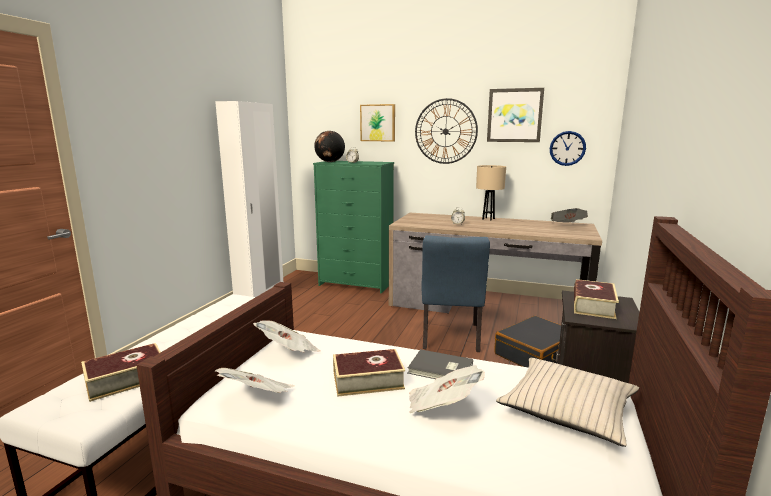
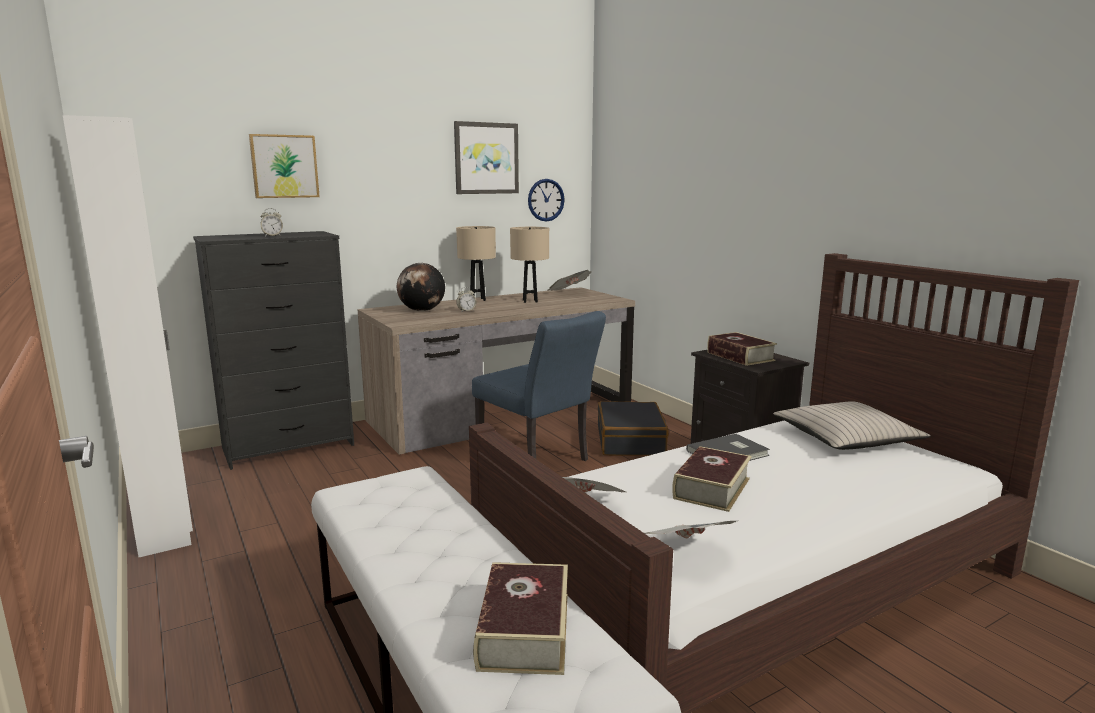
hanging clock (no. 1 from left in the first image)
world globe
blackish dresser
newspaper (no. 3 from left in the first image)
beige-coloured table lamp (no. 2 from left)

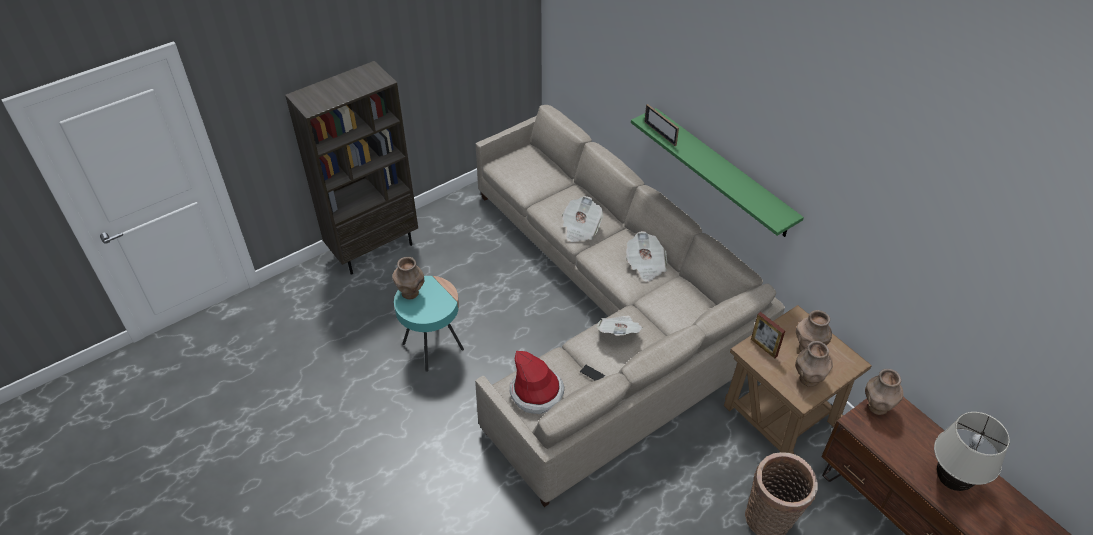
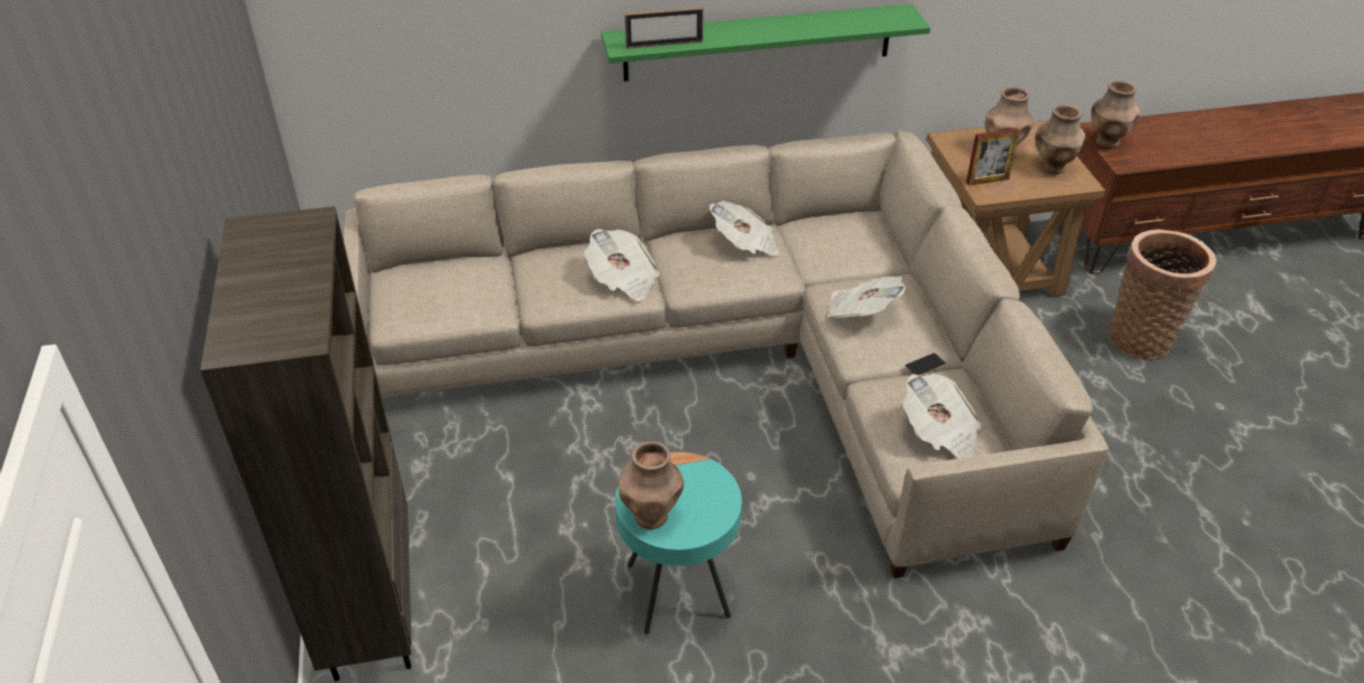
newspaper (no. 4 from left)
beige-coloured table lamp

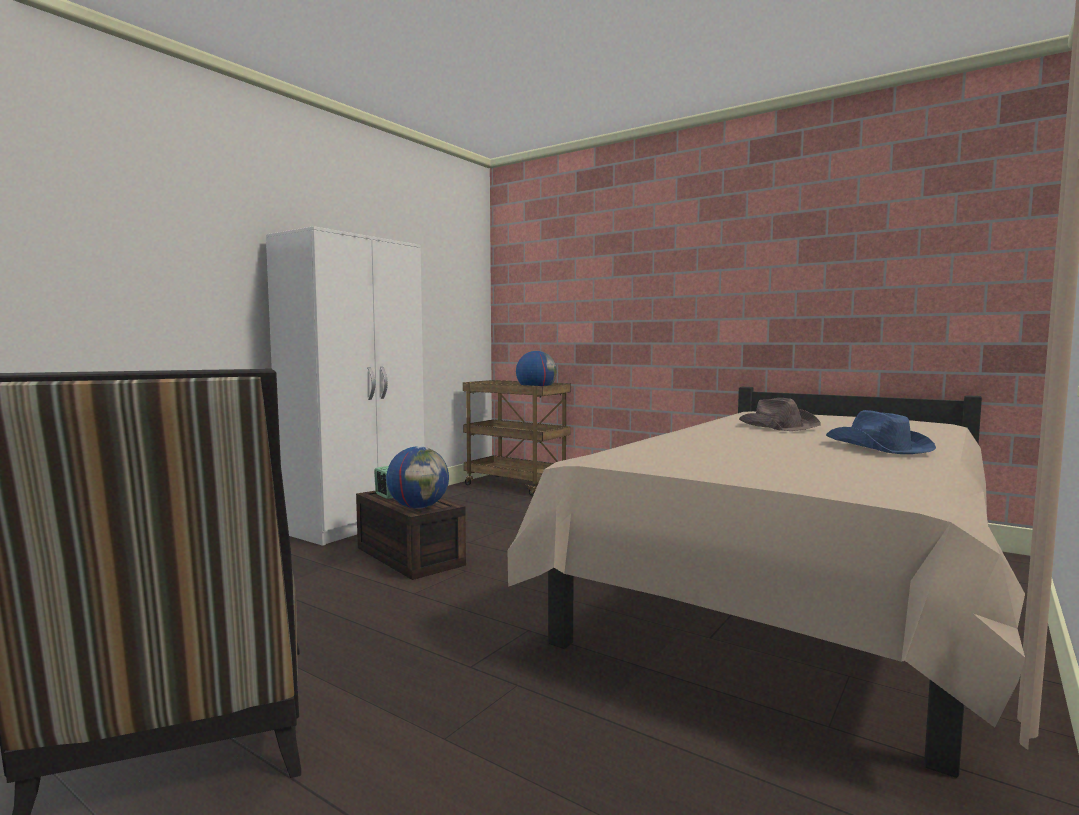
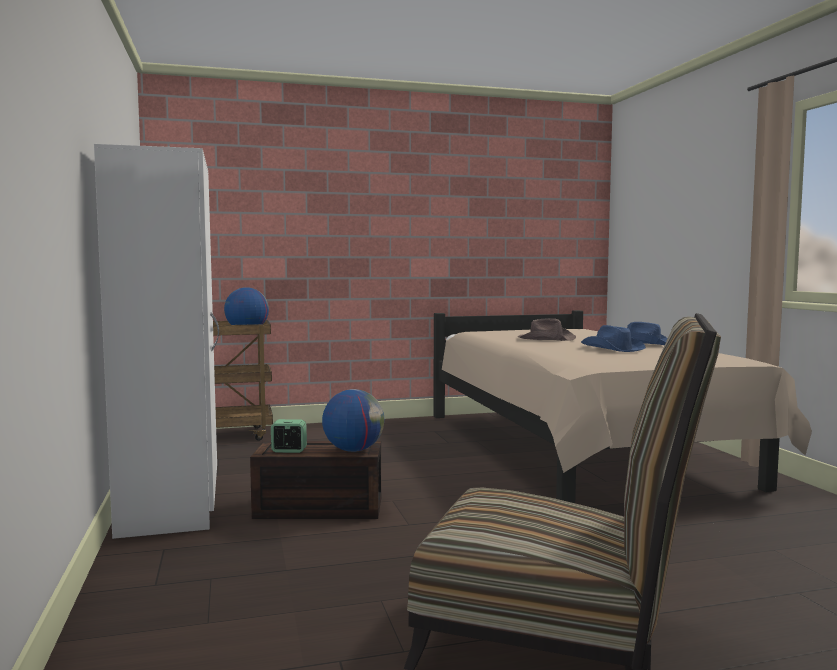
blue hat (no. 1 from left)

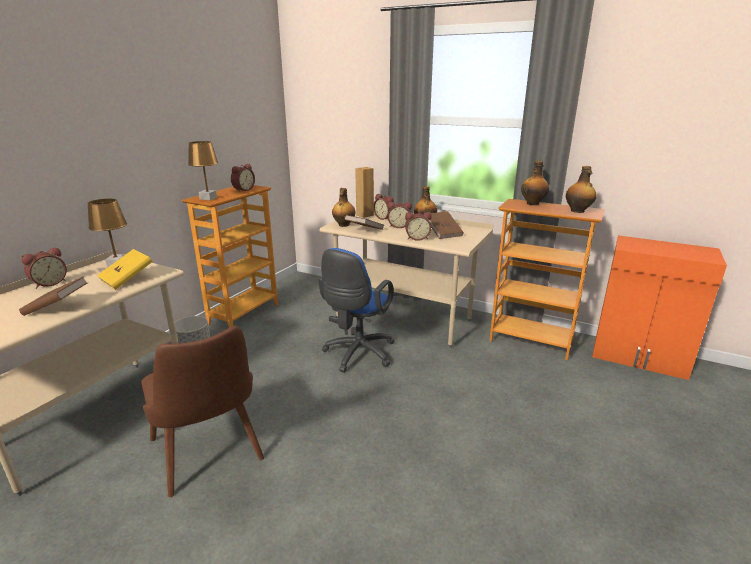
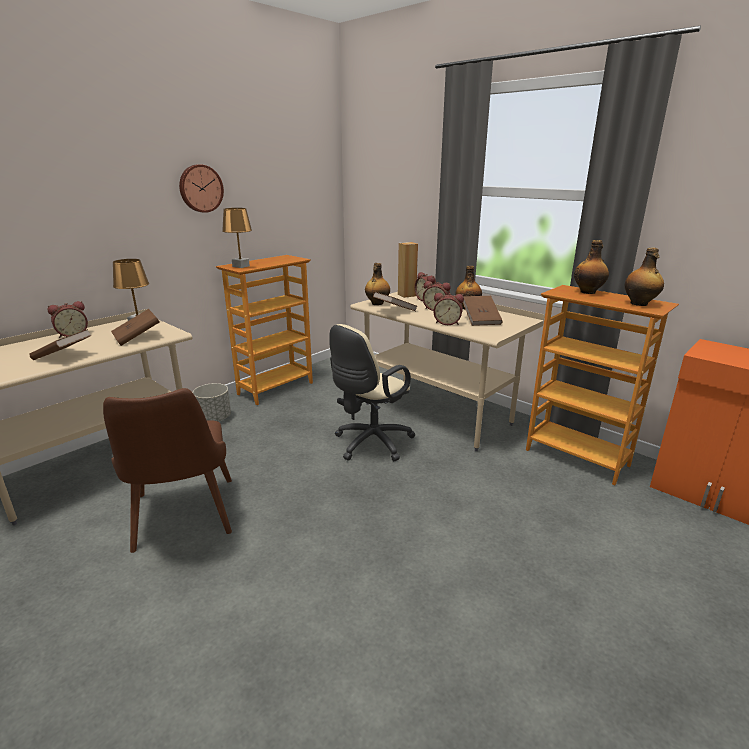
bedside clock (no. 2 from left in the first image)
beige-coloured desk chair
brown volume (no. 2 from left)
hanging clock

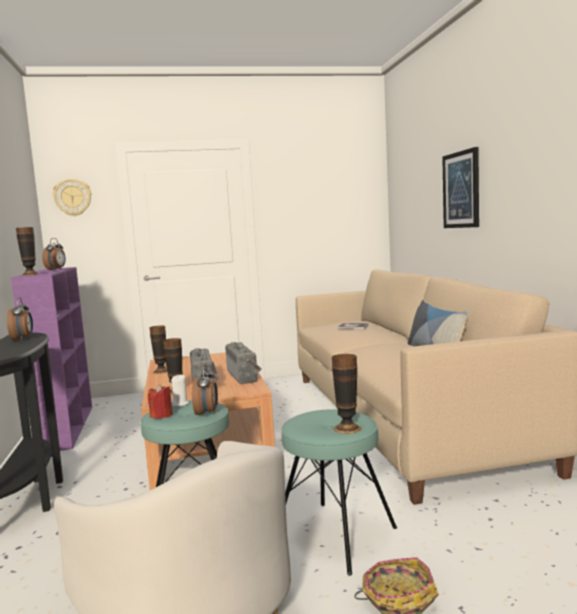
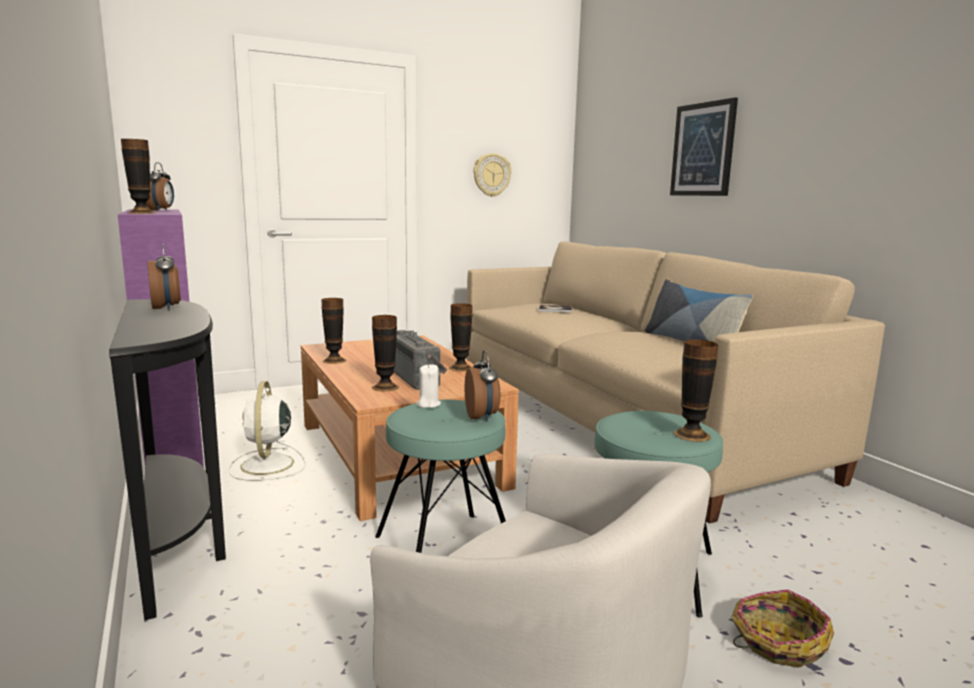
hanging clock
decorative vase (no. 4 from left)
red-coloured wax light
whitish electric fan

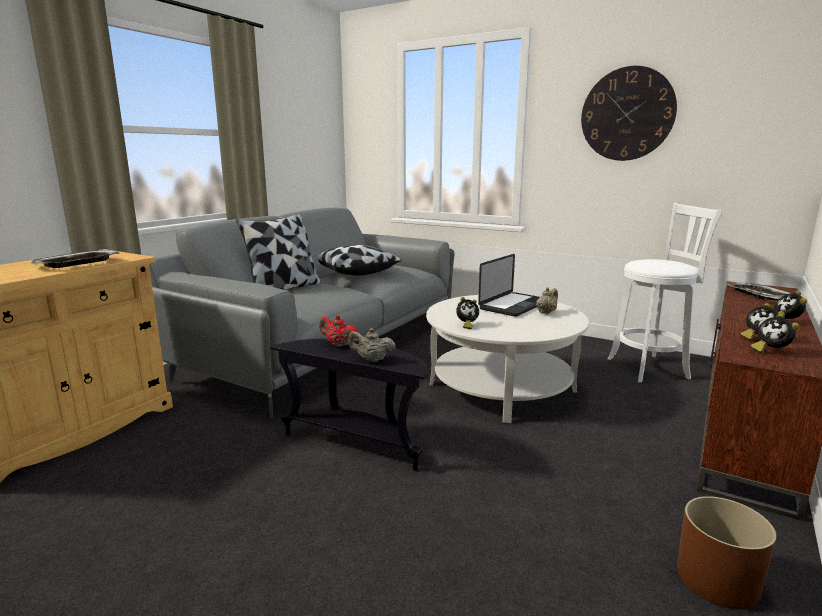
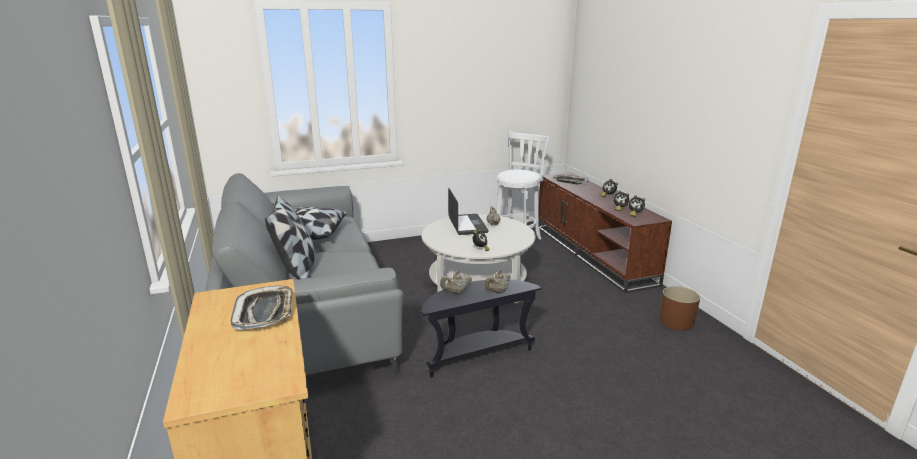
hanging clock
beige-coloured tea pot (no. 1 from left)

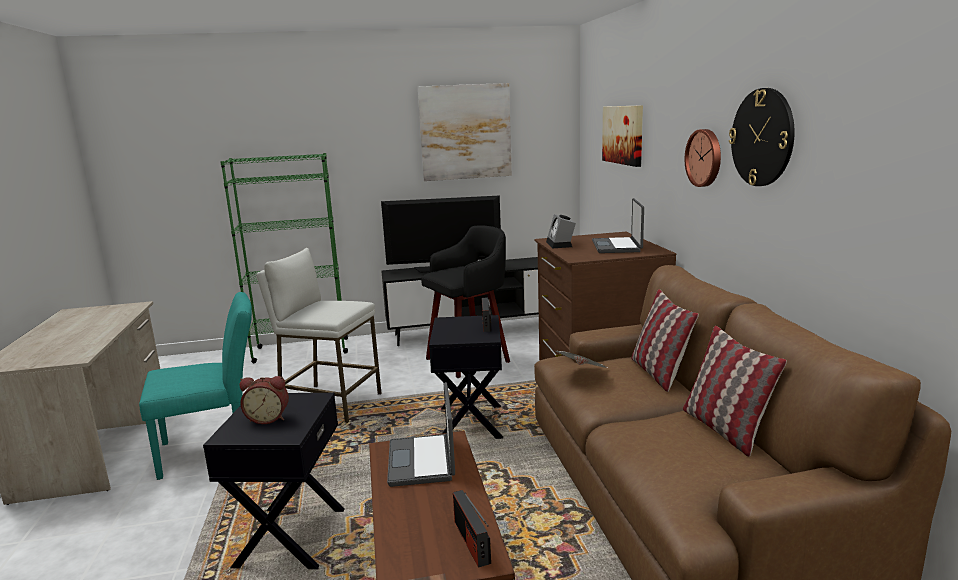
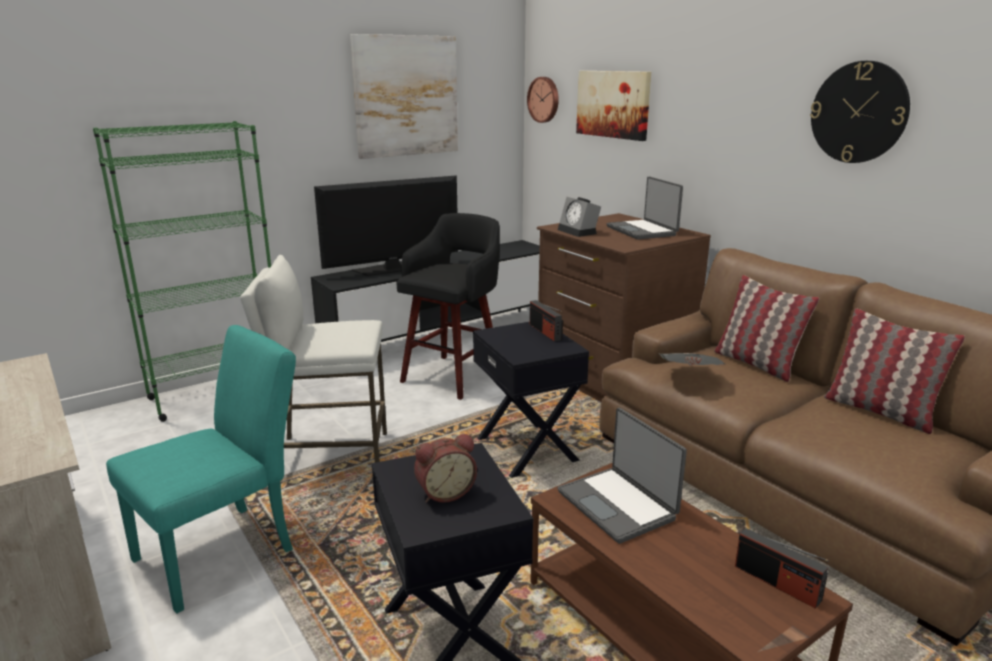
hanging clock (no. 1 from left)

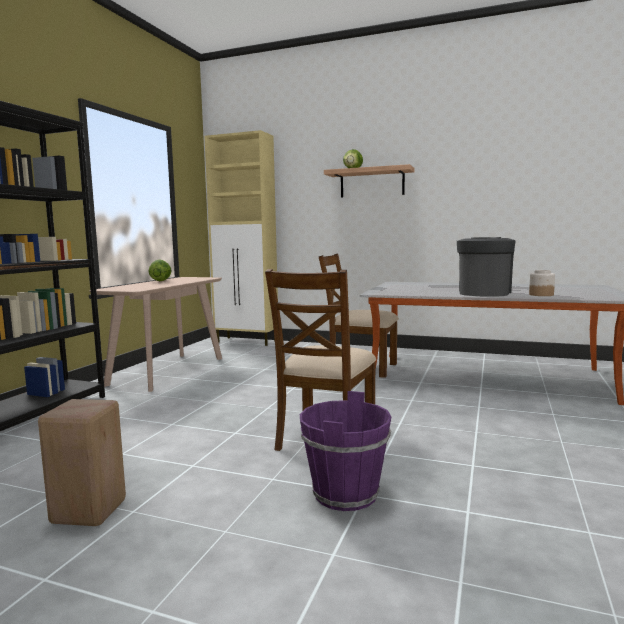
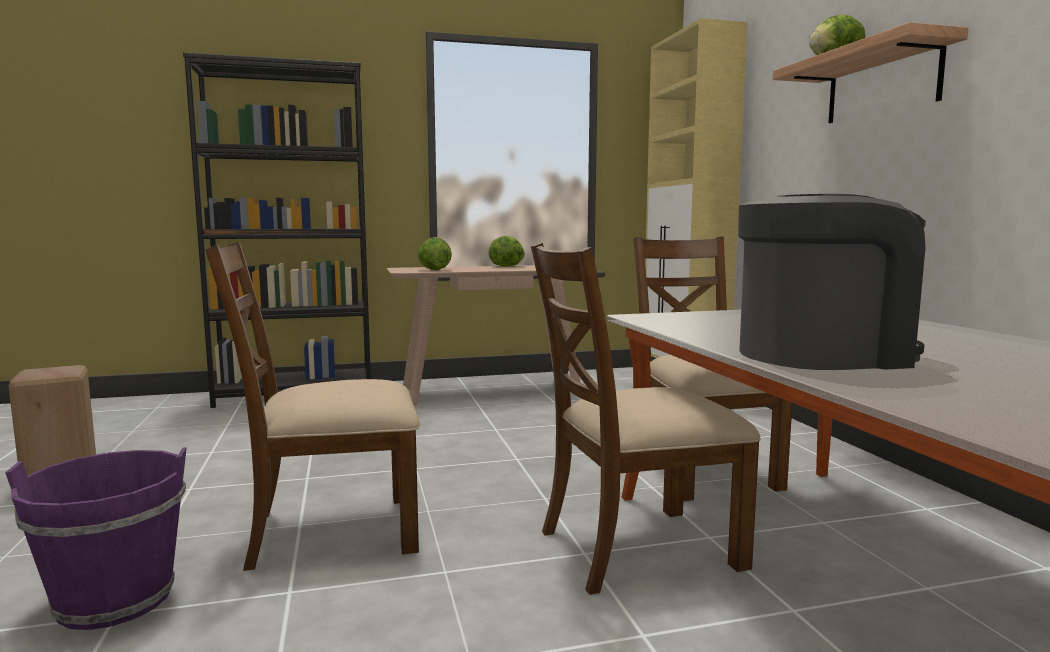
storage jar
lettuce (no. 1 from left)
brown upright chair (no. 2 from left)

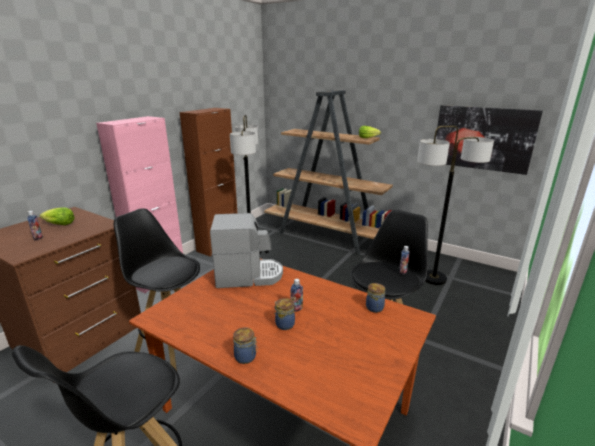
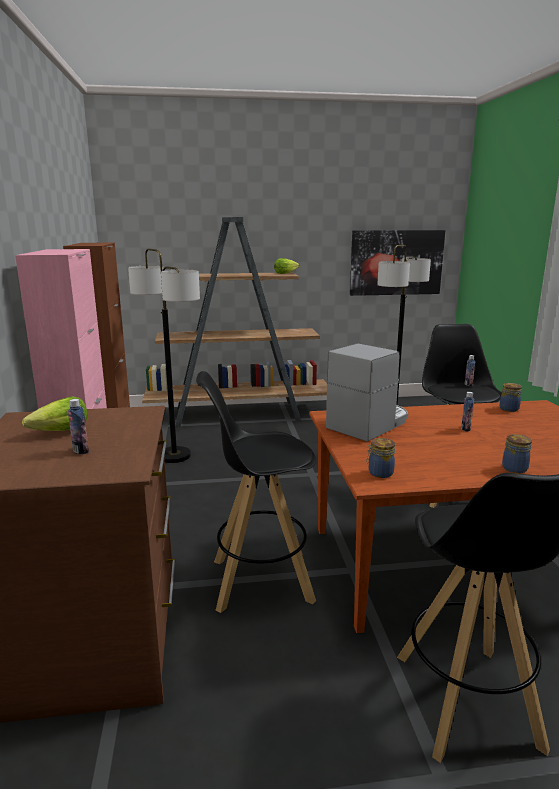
storage jar (no. 1 from left)

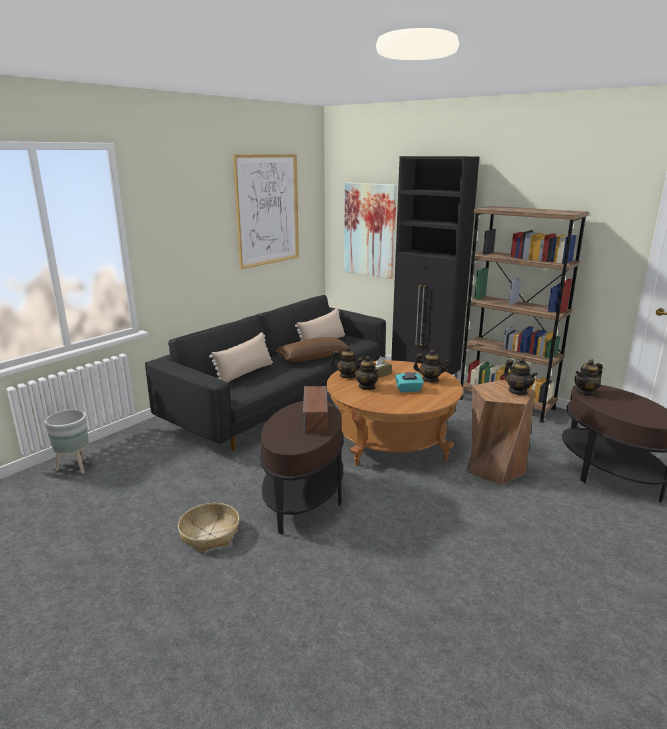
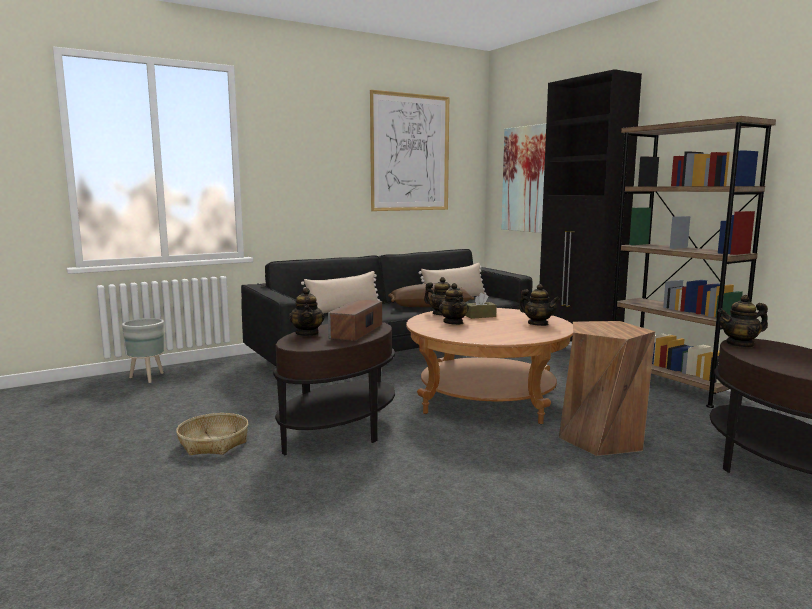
tea pot (no. 1 from left)
blue-green tissue box

